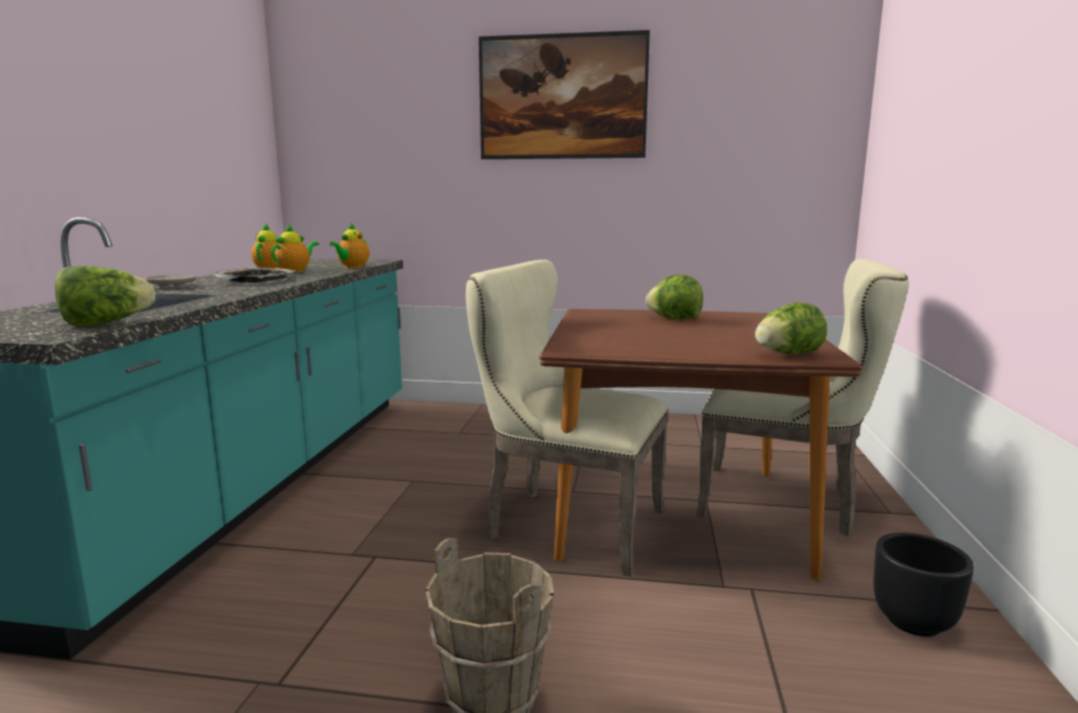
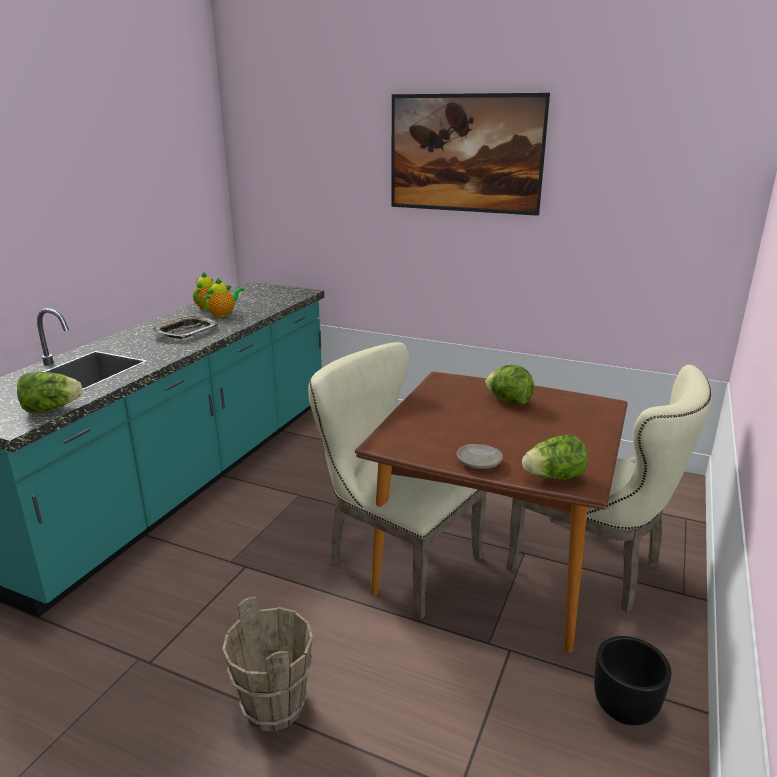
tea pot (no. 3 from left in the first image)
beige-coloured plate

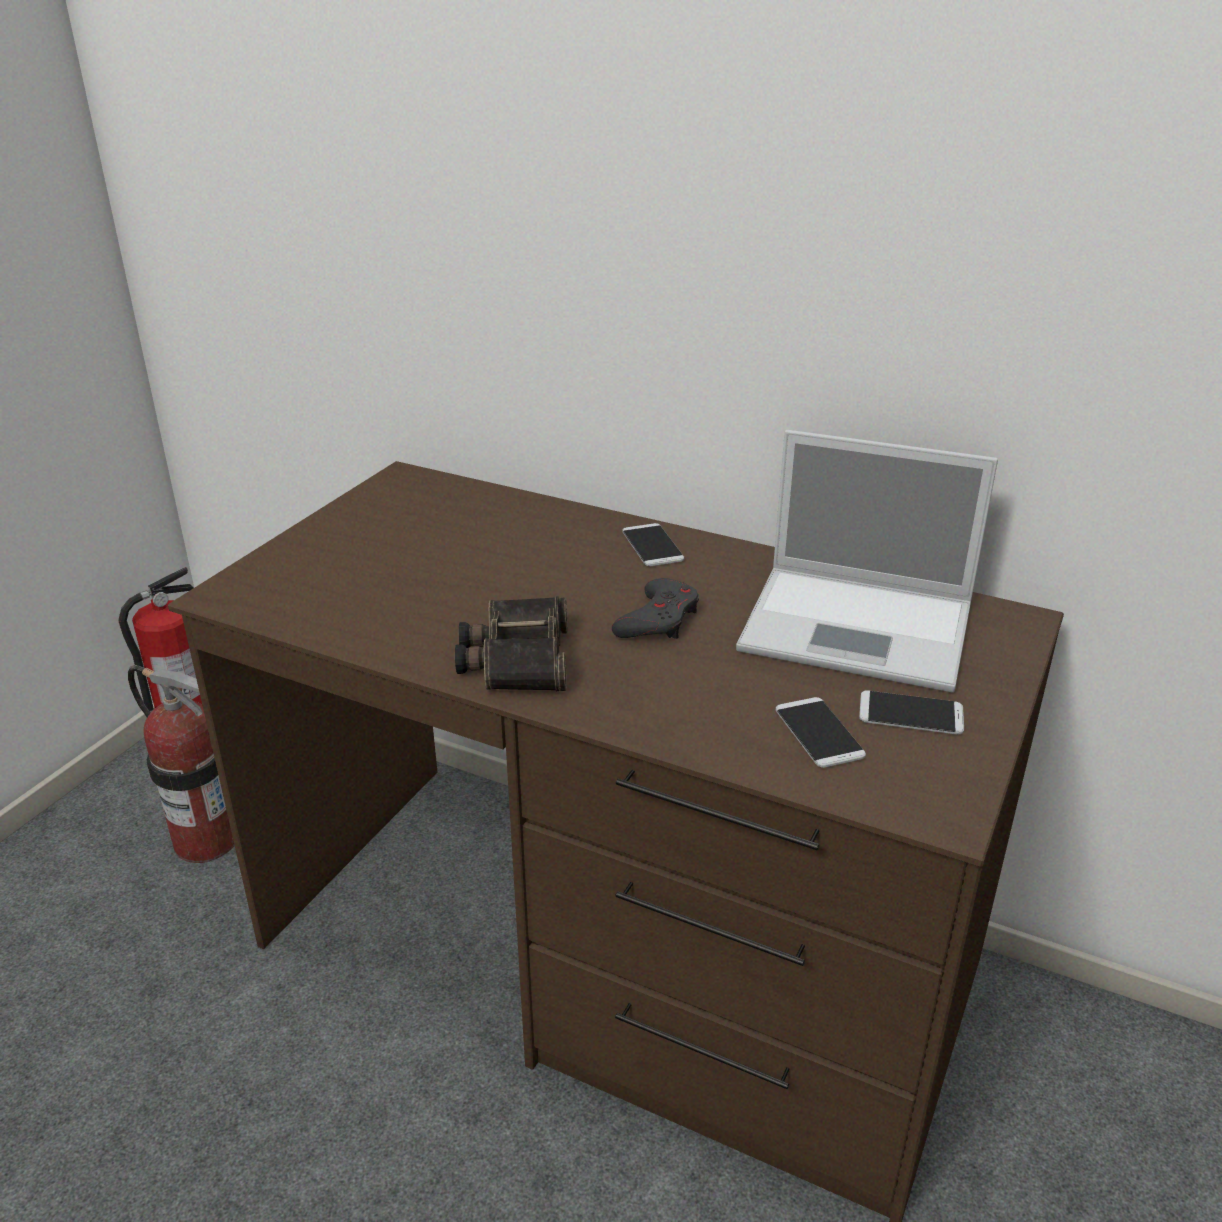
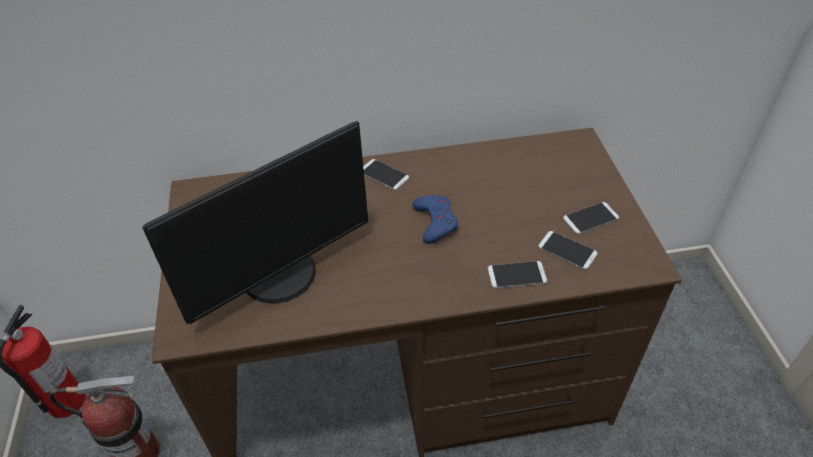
notebook computer
blue joypad
pair of binoculars
computer display
telephone (no. 2 from left)

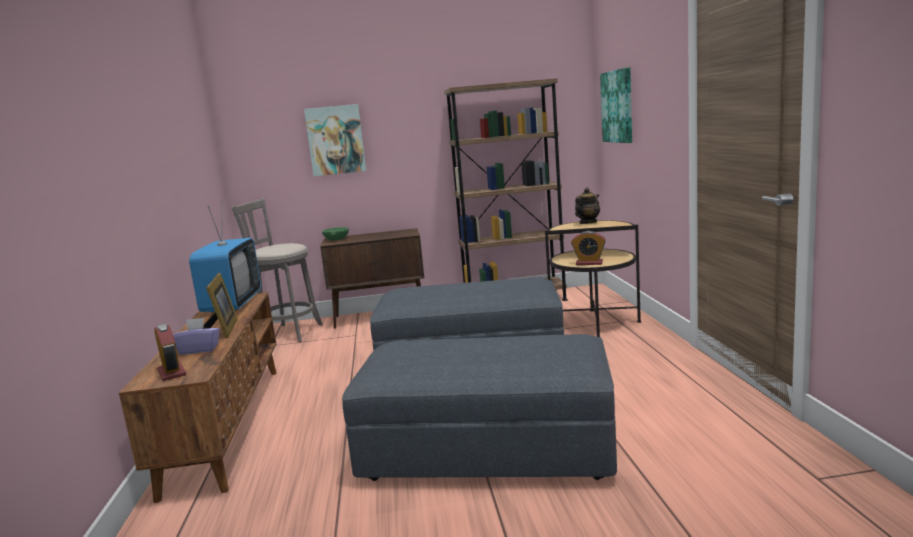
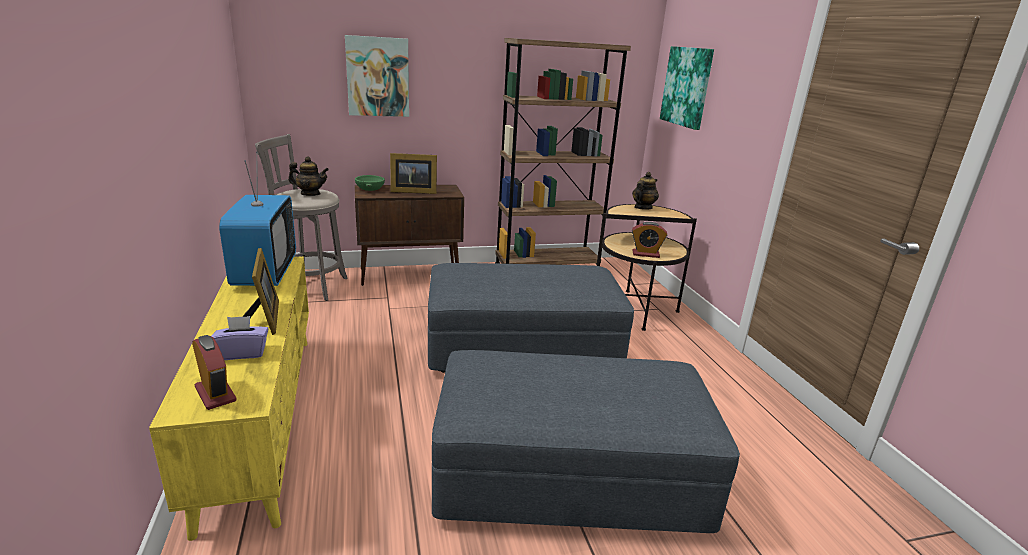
yellowish tv unit
picture frame (no. 2 from left)
tea pot (no. 1 from left)

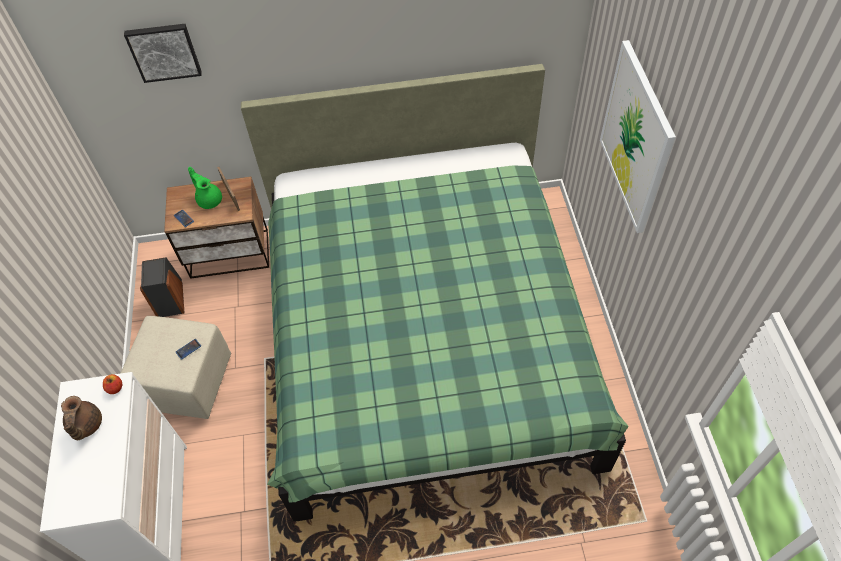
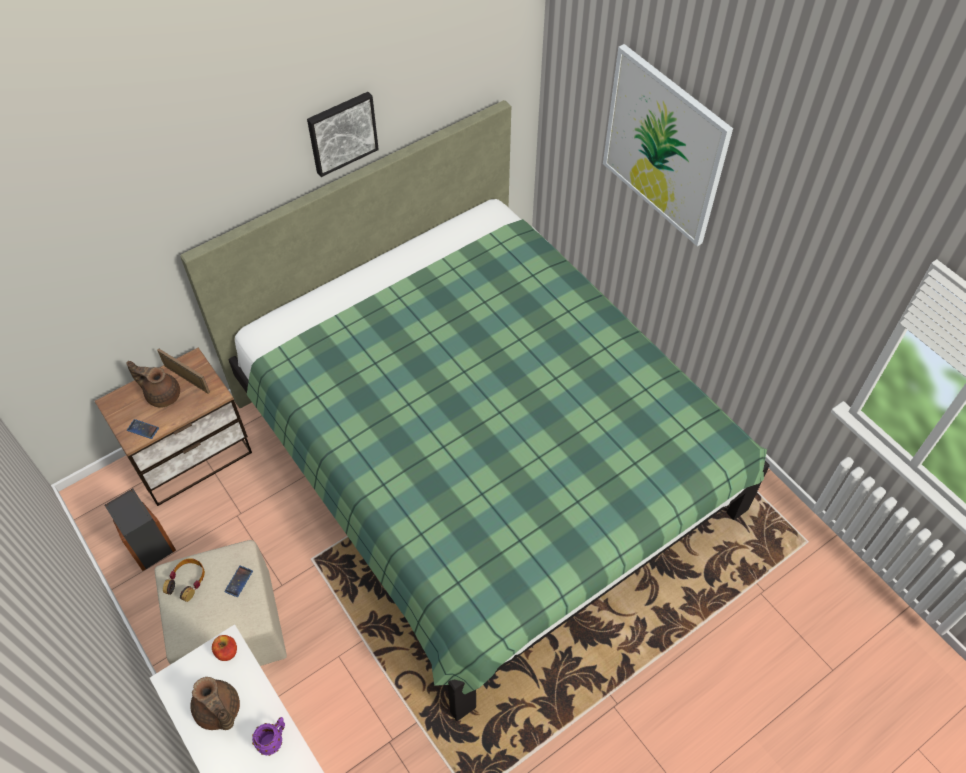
wall art (no. 1 from left)
brown tea pot (no. 1 from left)
headset
purple mug

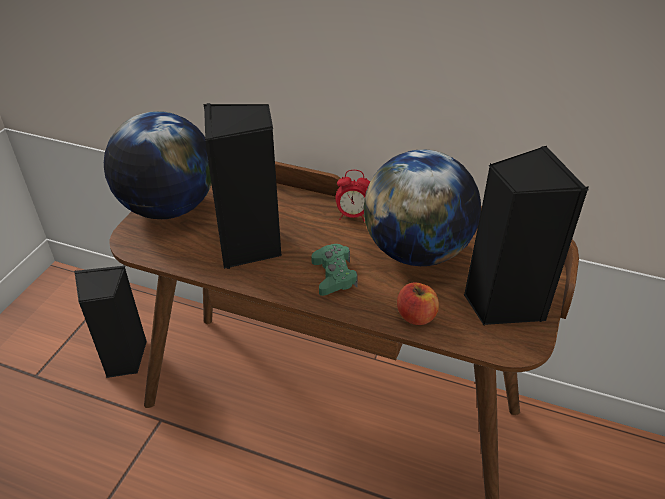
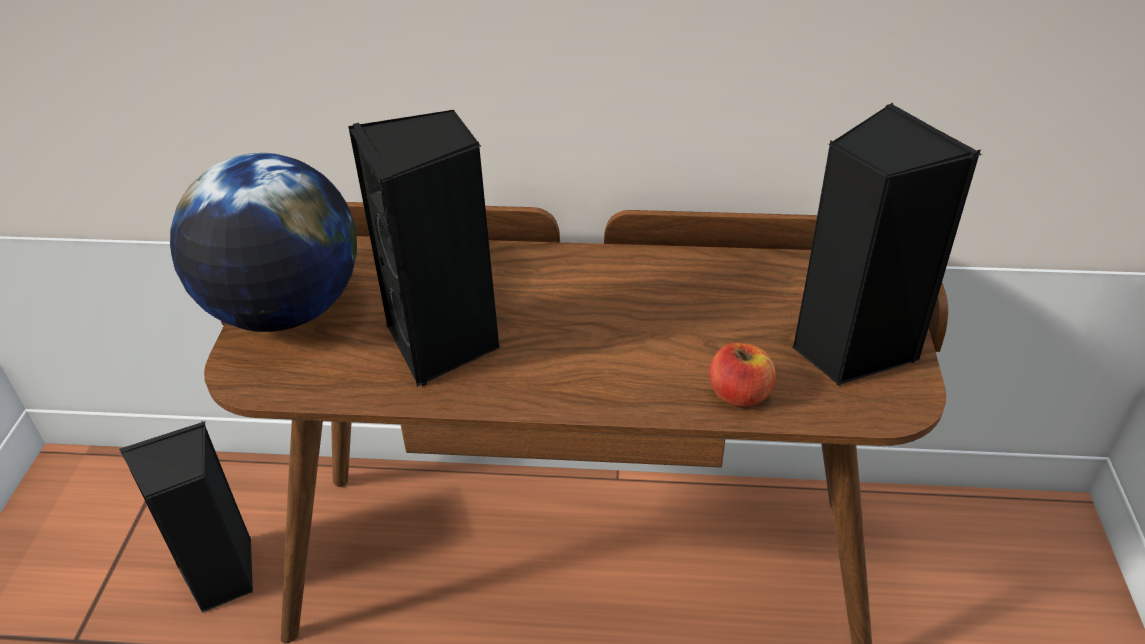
world globe (no. 2 from left in the first image)
bedside clock
green-coloured joypad

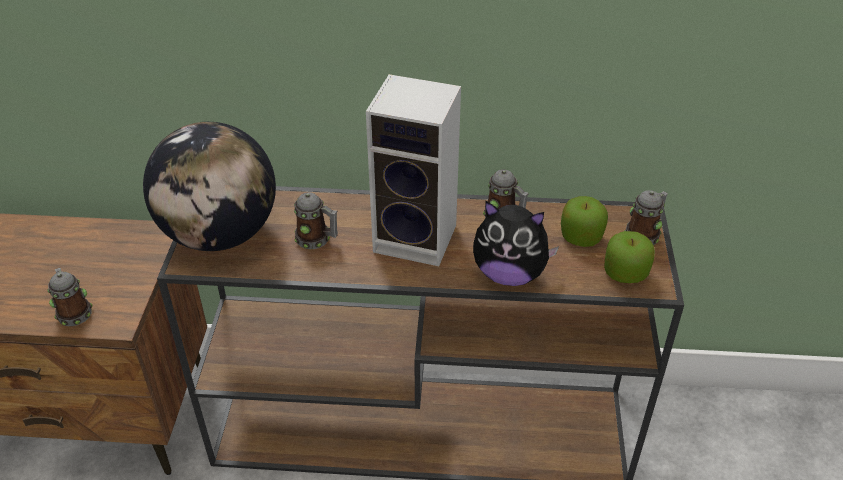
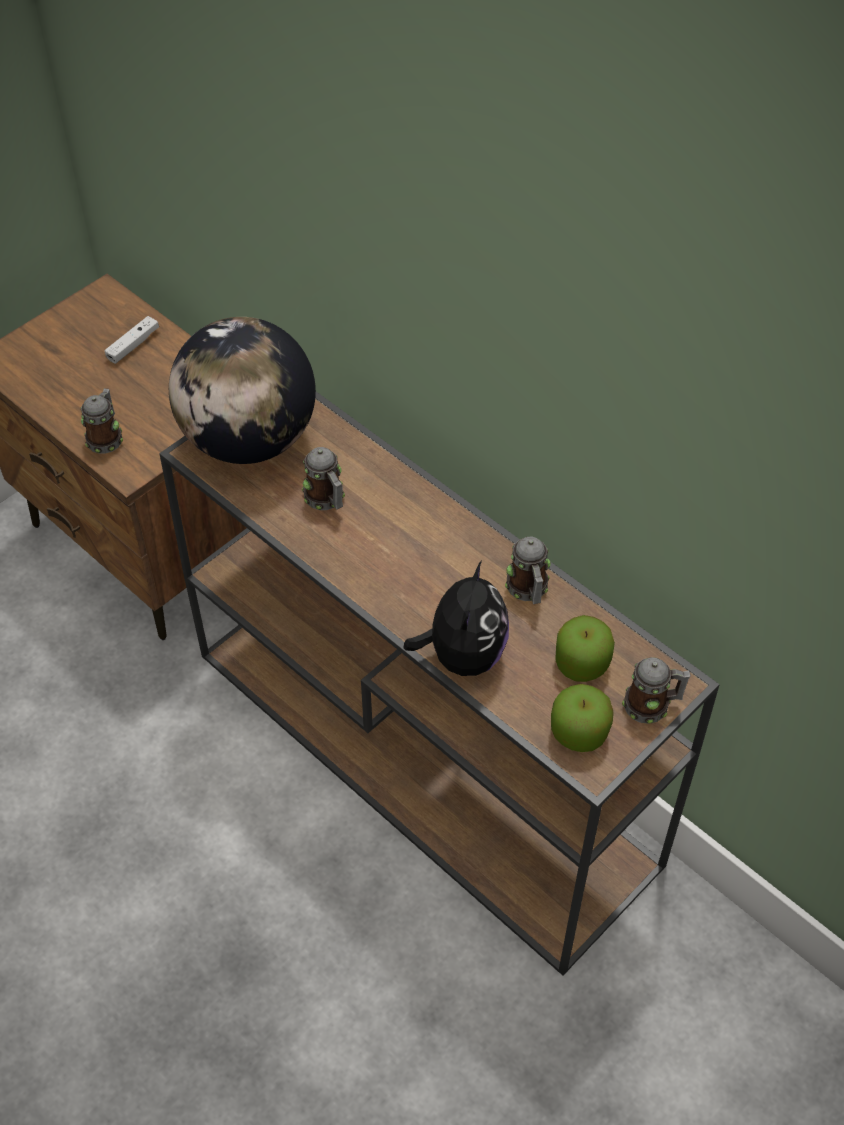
loudspeaker
cuddly toy
whitish joypad

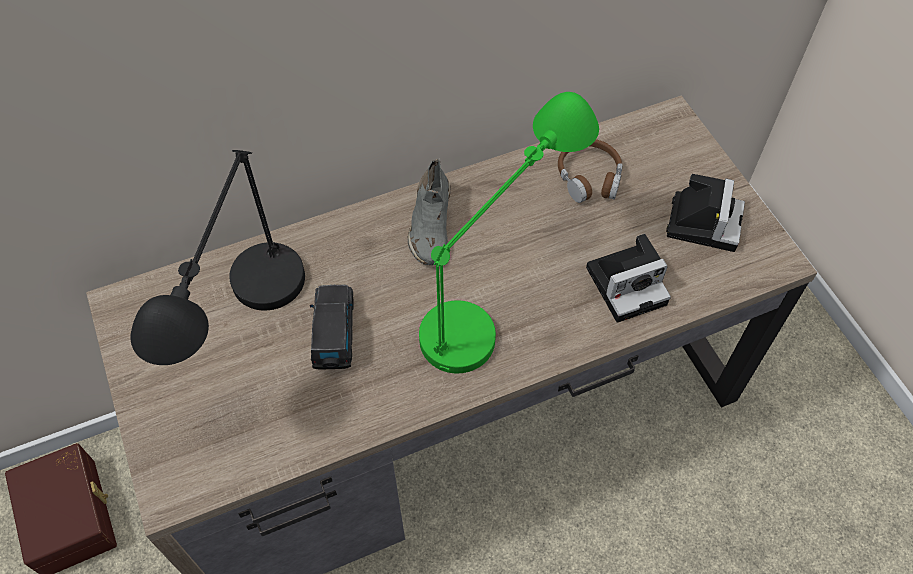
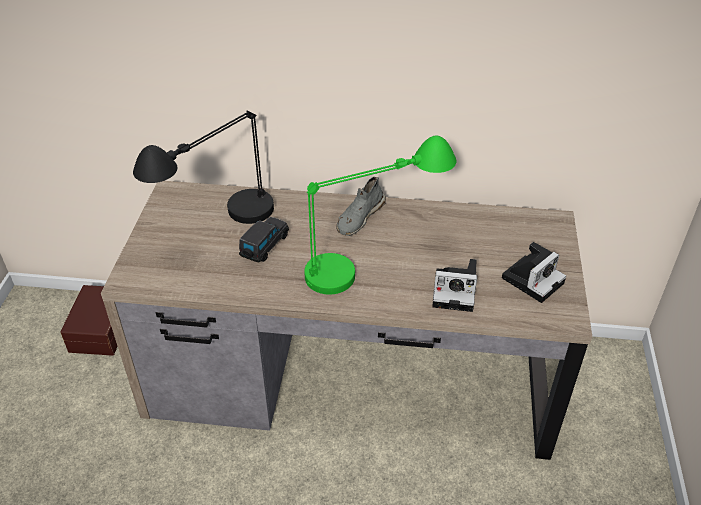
brown headset

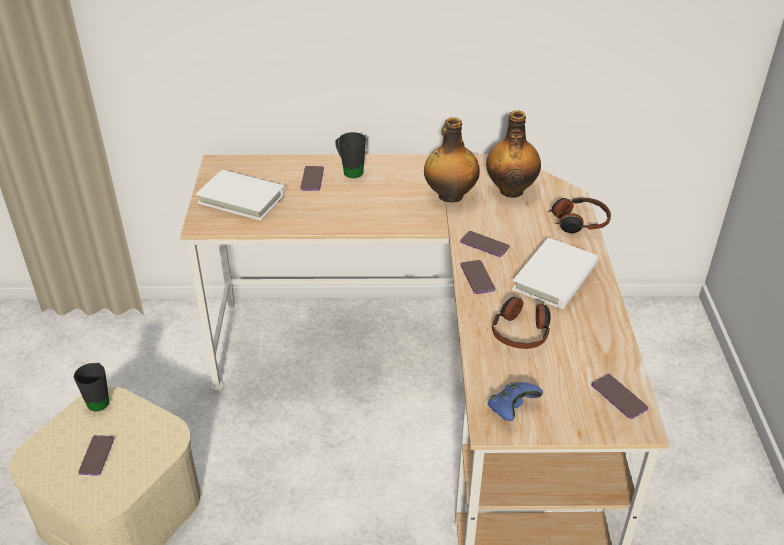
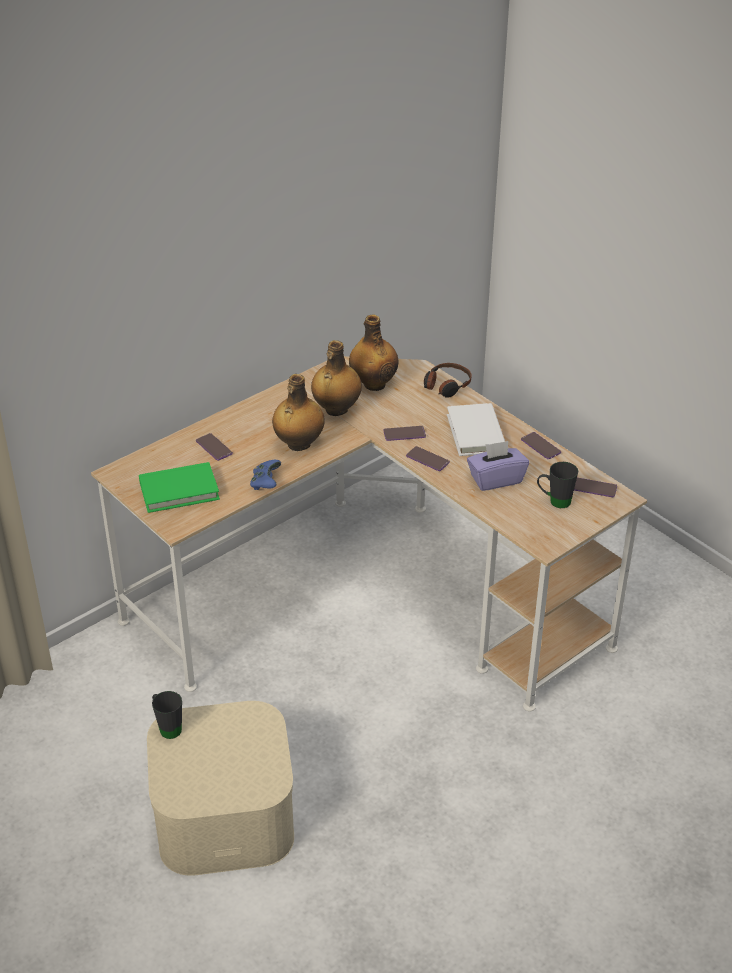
blackish mug (no. 2 from left)
green-coloured volume
purple tissue box
blue joypad
telephone (no. 4 from left)
bottle (no. 1 from left)

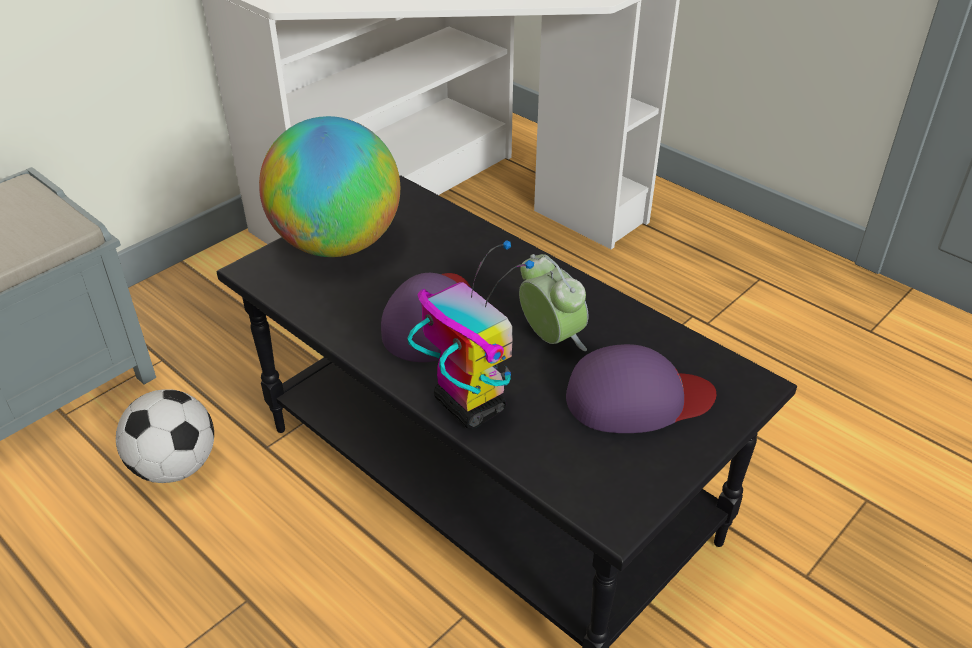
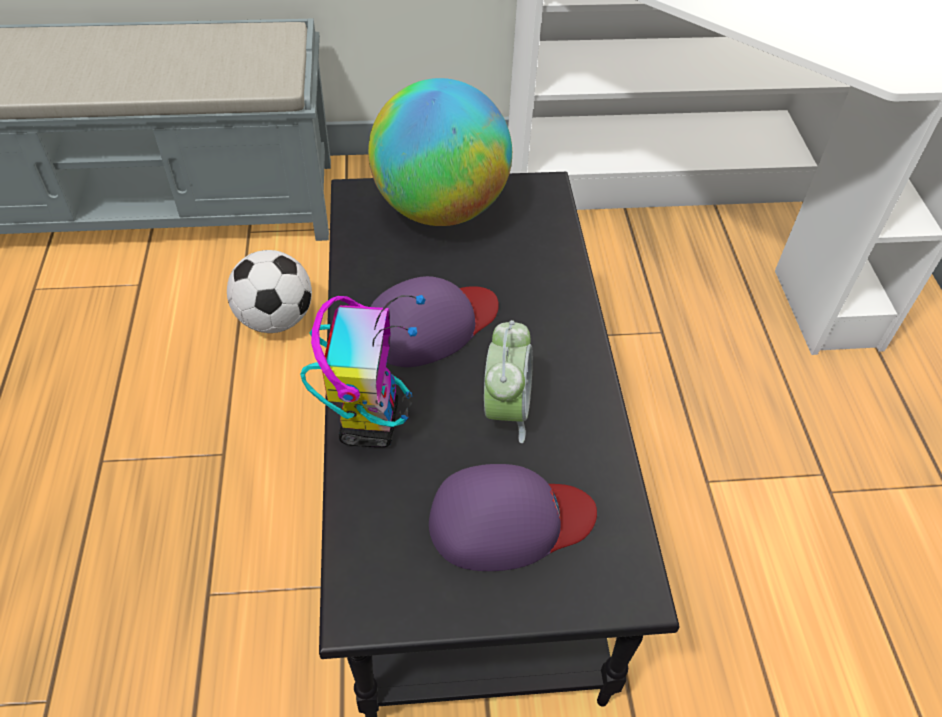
purple peaked cap (no. 2 from left)

